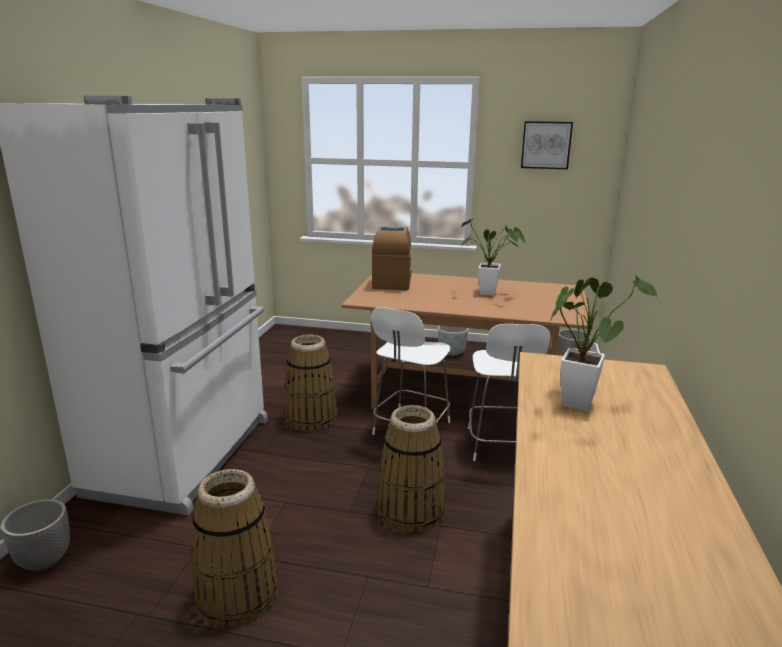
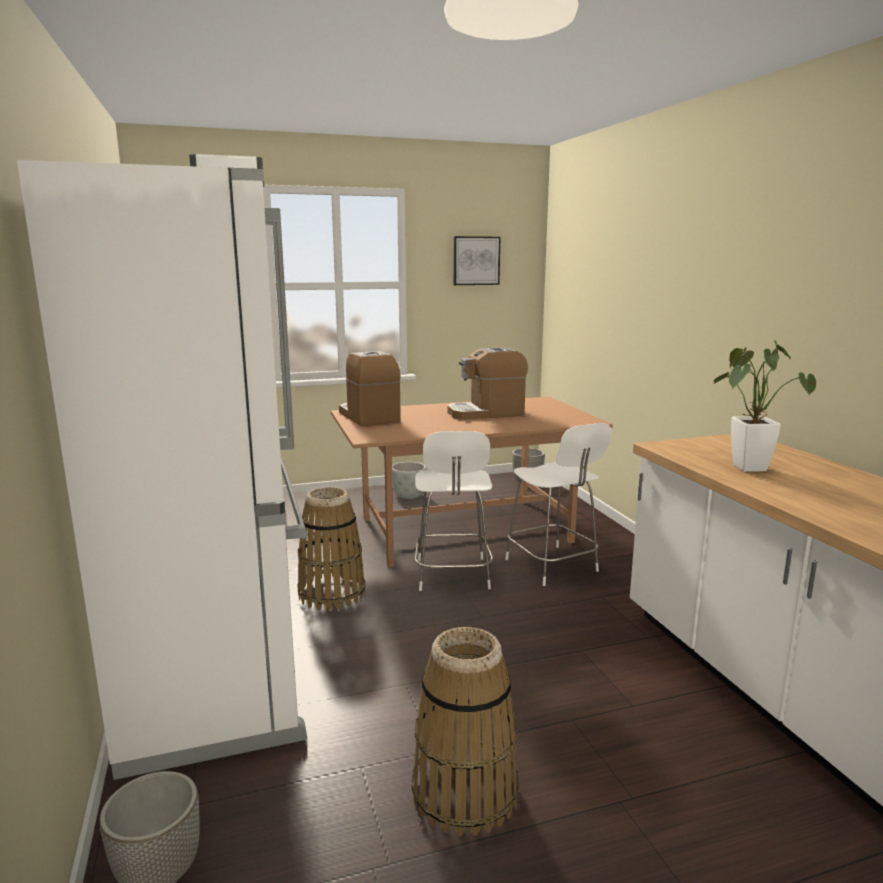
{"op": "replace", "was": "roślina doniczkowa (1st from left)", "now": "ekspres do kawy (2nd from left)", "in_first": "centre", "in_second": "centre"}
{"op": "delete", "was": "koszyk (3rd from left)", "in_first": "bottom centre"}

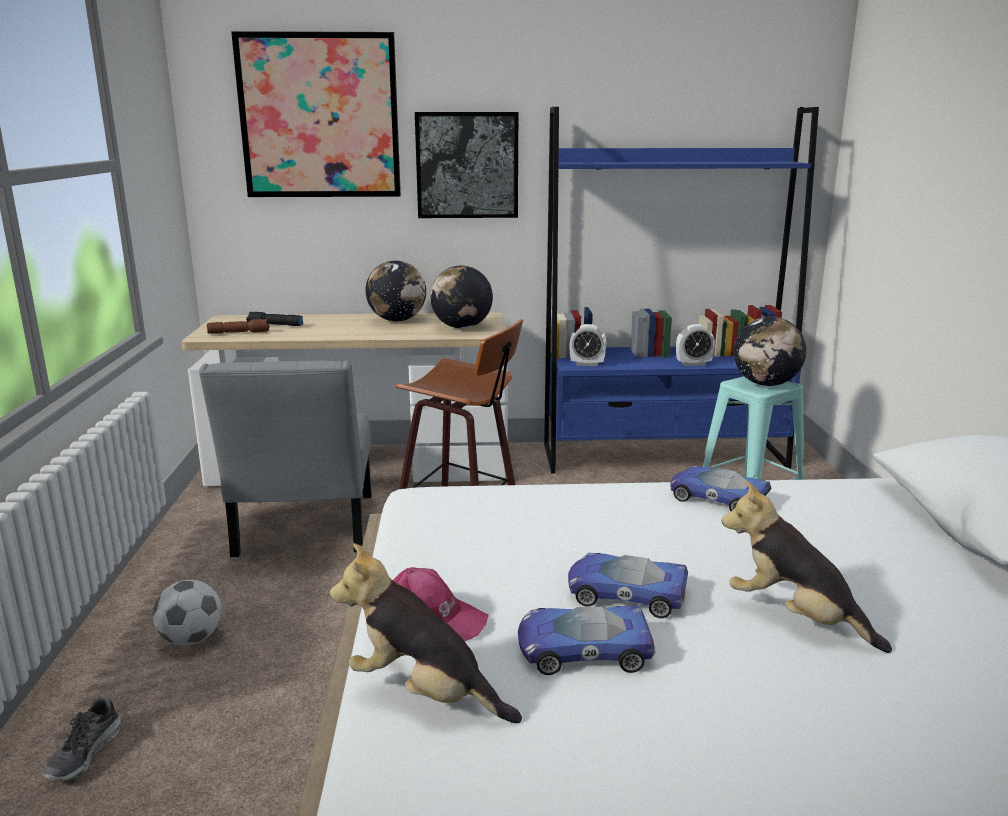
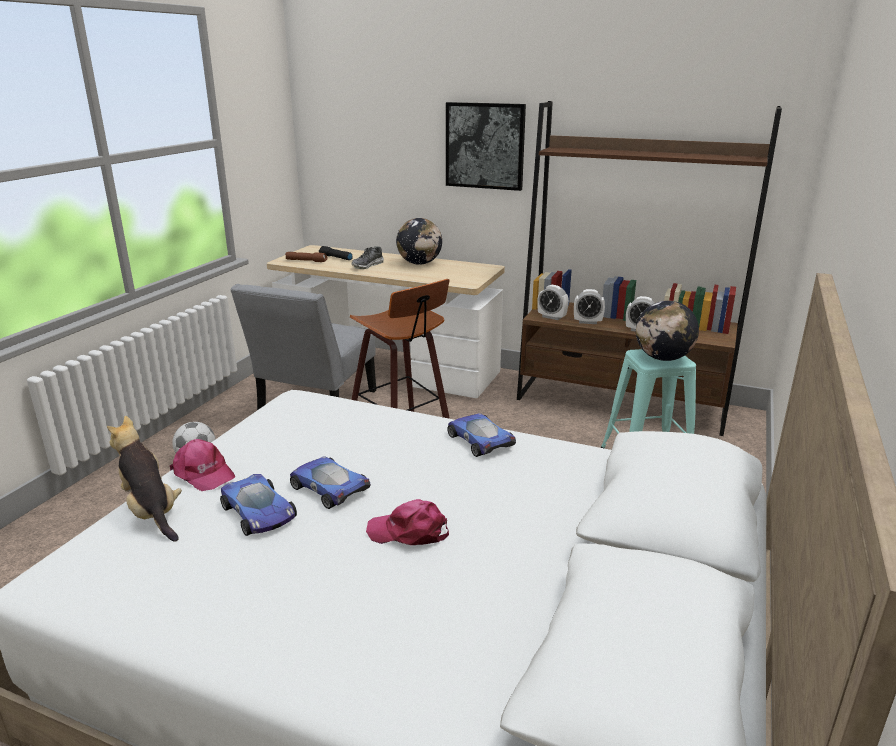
{"op": "rotate", "was": "samochodzik (1st from left)", "in_first": "bottom centre", "in_second": "bottom left", "clockwise": -150}
{"op": "move", "was": "but", "in_first": "bottom left", "in_second": "centre"}
{"op": "replace", "was": "pluszak (2nd from left)", "now": "czapka z daszkiem [różowy] (2nd from left)", "in_first": "bottom right", "in_second": "bottom centre"}
{"op": "recolor", "was": "regał [niebieski]", "now": "regał [brązowy]", "in_first": "middle right", "in_second": "middle right"}
{"op": "insert", "now": "budzik (2nd from left)", "in_second": "centre"}
{"op": "delete", "was": "obraz (1st from left)", "in_first": "top left"}
{"op": "delete", "was": "globus (2nd from left)", "in_first": "centre"}

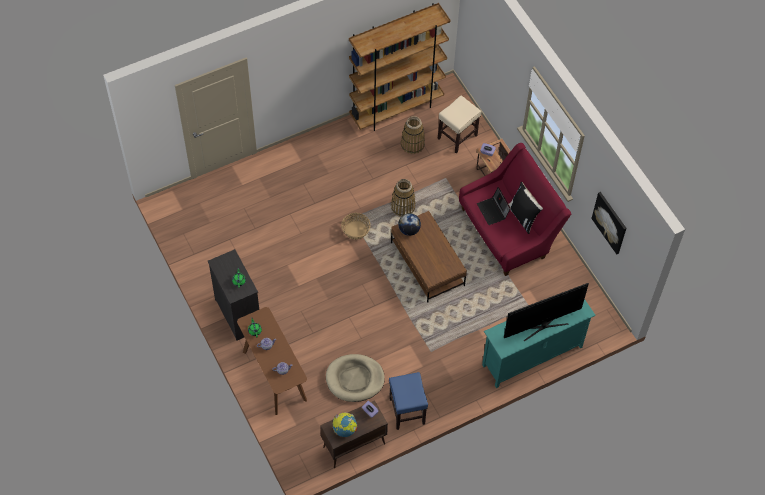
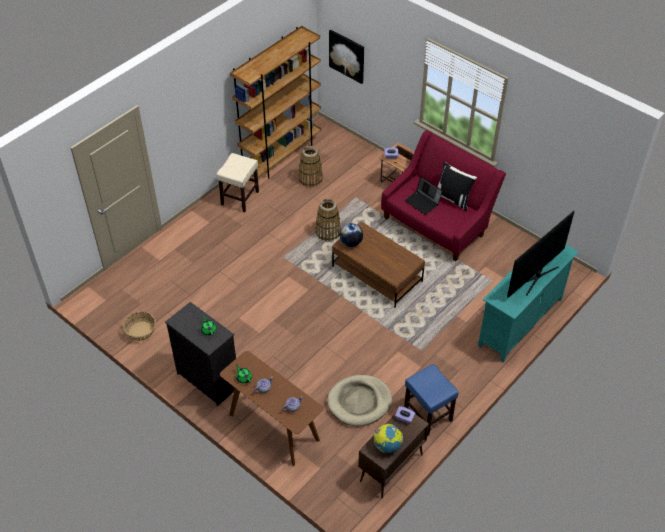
{"op": "move", "was": "koszyk (1st from left)", "in_first": "centre", "in_second": "middle left"}
{"op": "move", "was": "stołek [beżowy]", "in_first": "top centre", "in_second": "centre"}
{"op": "move", "was": "obraz", "in_first": "middle right", "in_second": "top centre"}

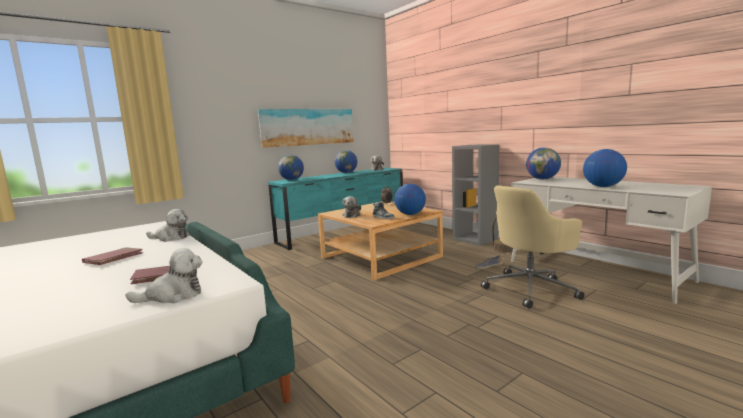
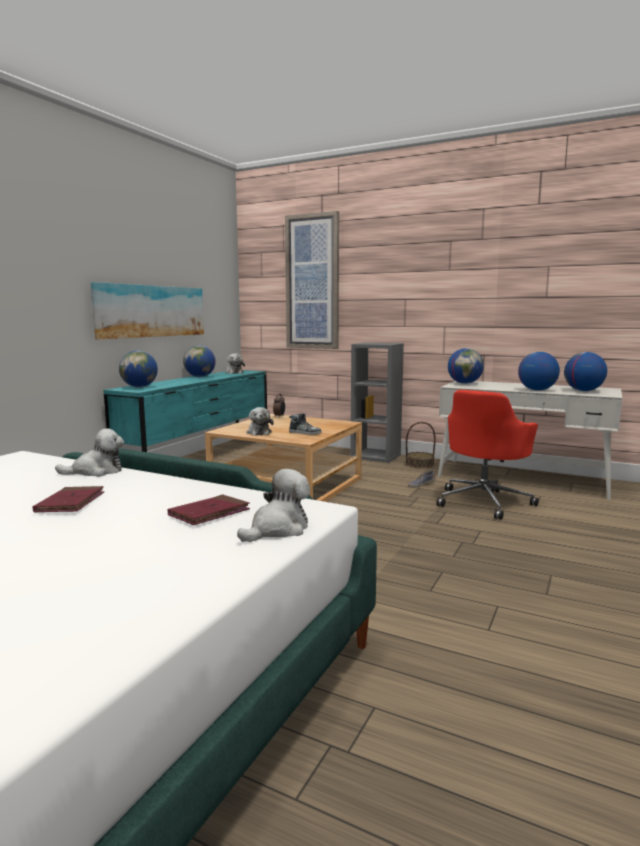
{"op": "insert", "now": "obraz (2nd from left)", "in_second": "top centre"}
{"op": "recolor", "was": "krzesło biurowe [beżowy]", "now": "krzesło biurowe [czerwony]", "in_first": "middle right", "in_second": "middle right"}
{"op": "move", "was": "globus (3rd from left in the first image)", "now": "globus (5th from left)", "in_first": "centre", "in_second": "middle right"}

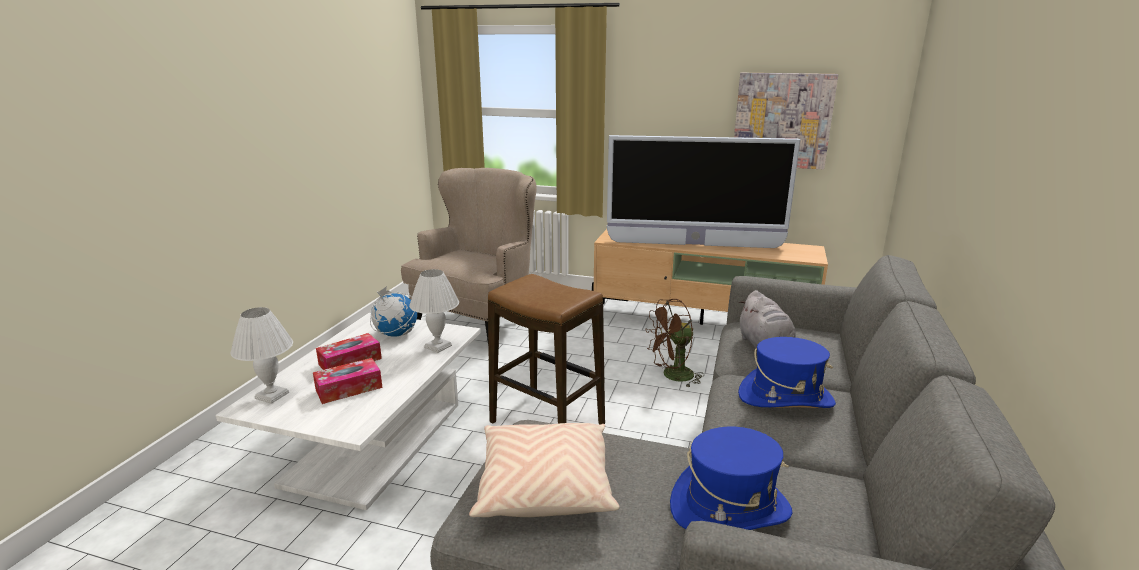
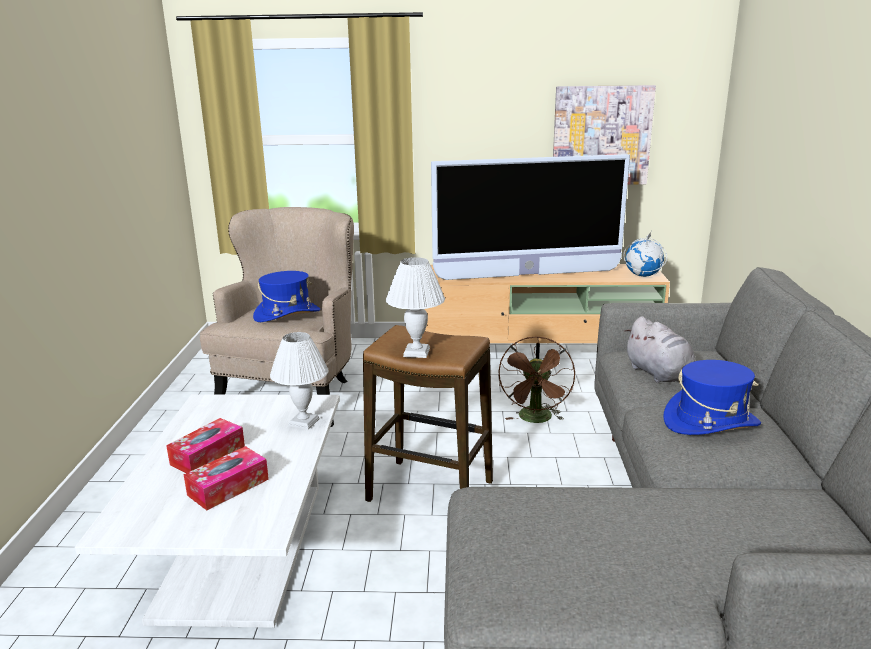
{"op": "move", "was": "kapelusz [niebieski] (1st from left)", "in_first": "bottom centre", "in_second": "middle left"}
{"op": "move", "was": "lampa stołowa [biały] (1st from left in the first image)", "now": "lampa stołowa [biały] (2nd from left)", "in_first": "middle left", "in_second": "centre"}
{"op": "rotate", "was": "wentylator [brązowy]", "in_first": "centre", "in_second": "centre", "clockwise": -45}
{"op": "move", "was": "globus", "in_first": "centre", "in_second": "middle right"}
{"op": "delete", "was": "poduszka [beżowy]", "in_first": "bottom centre"}

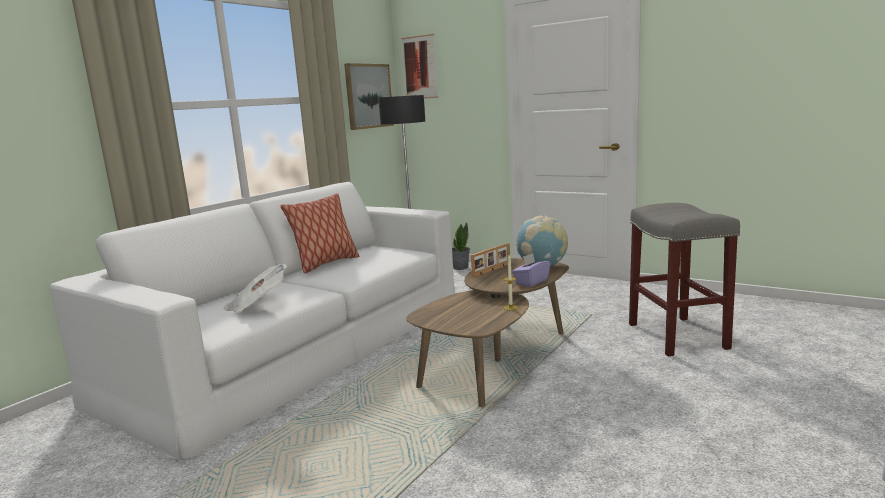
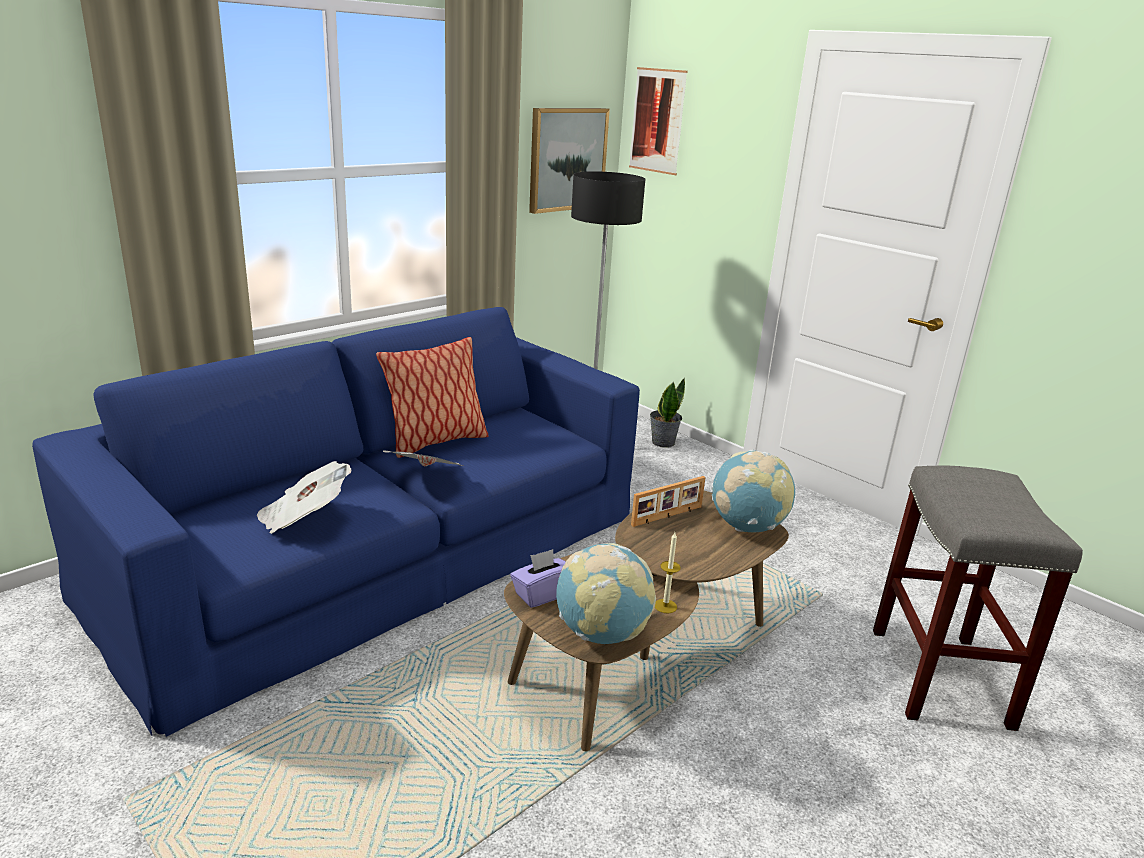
{"op": "recolor", "was": "kanapa [biały]", "now": "kanapa [niebieski]", "in_first": "middle left", "in_second": "middle left"}
{"op": "insert", "now": "gazeta (2nd from left)", "in_second": "centre"}
{"op": "move", "was": "pudełko chusteczek [fioletowy]", "in_first": "centre", "in_second": "bottom centre"}
{"op": "insert", "now": "globus (1st from left)", "in_second": "bottom centre"}

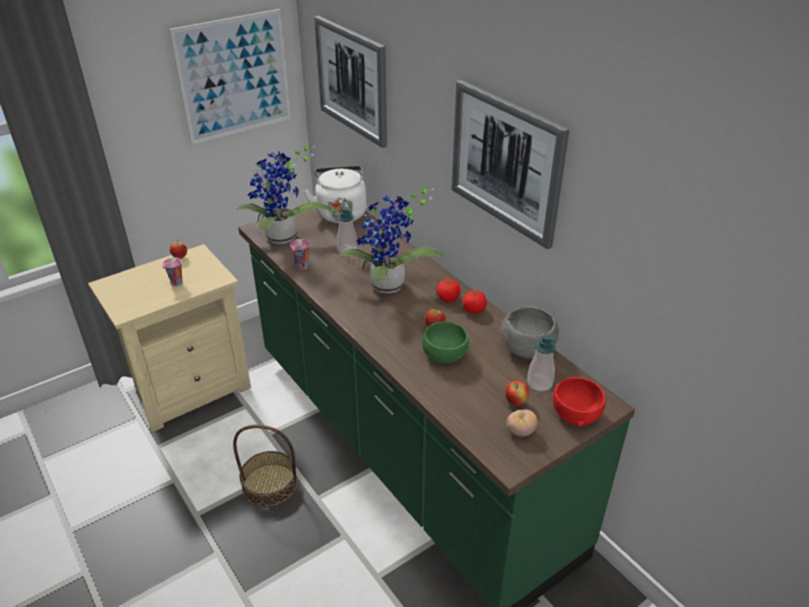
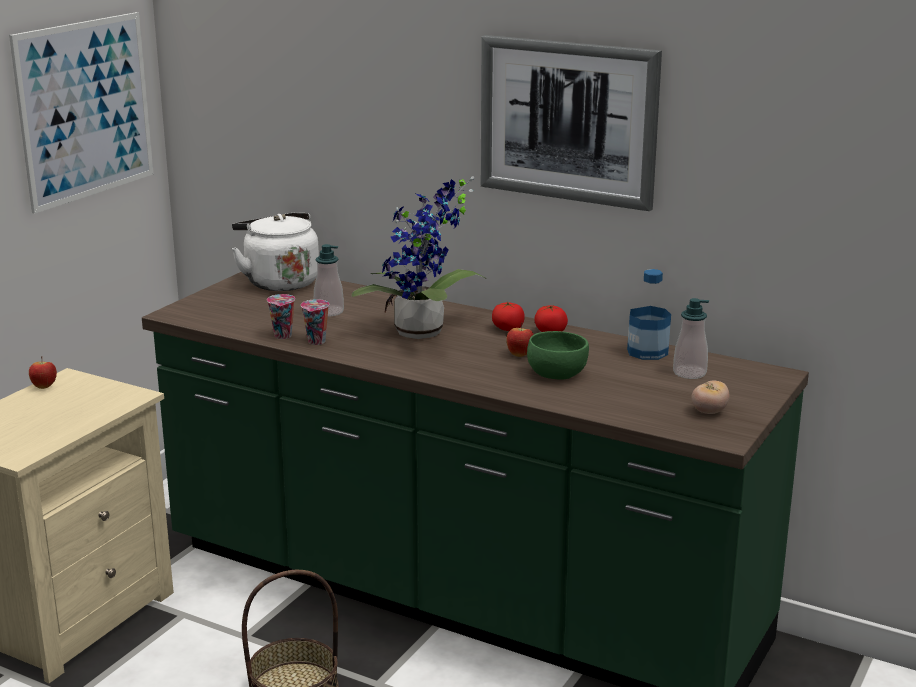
{"op": "move", "was": "filiżanka (1st from left in the first image)", "now": "filiżanka (2nd from left)", "in_first": "middle left", "in_second": "centre"}
{"op": "replace", "was": "miska [szary]", "now": "butelka", "in_first": "centre", "in_second": "middle right"}
{"op": "delete", "was": "roślina doniczkowa (1st from left)", "in_first": "top centre"}
{"op": "delete", "was": "obraz (2nd from left)", "in_first": "top centre"}
{"op": "delete", "was": "jabłko (3rd from left)", "in_first": "centre"}
{"op": "delete", "was": "miska [czerwony]", "in_first": "middle right"}

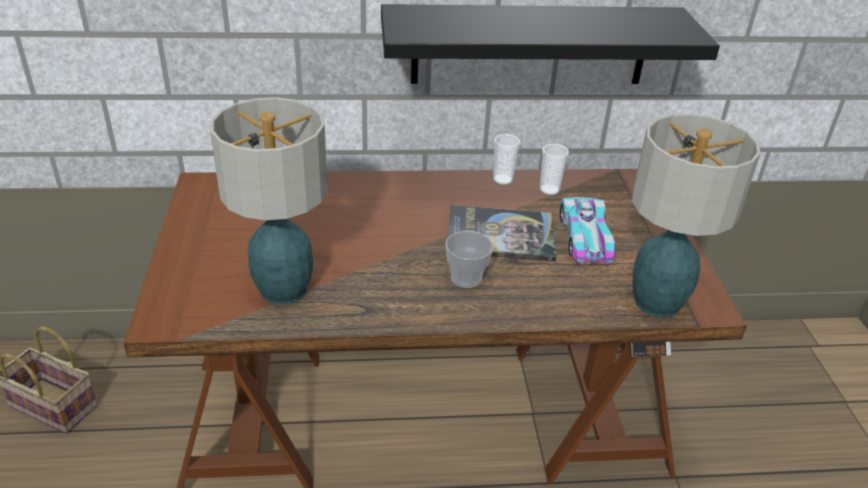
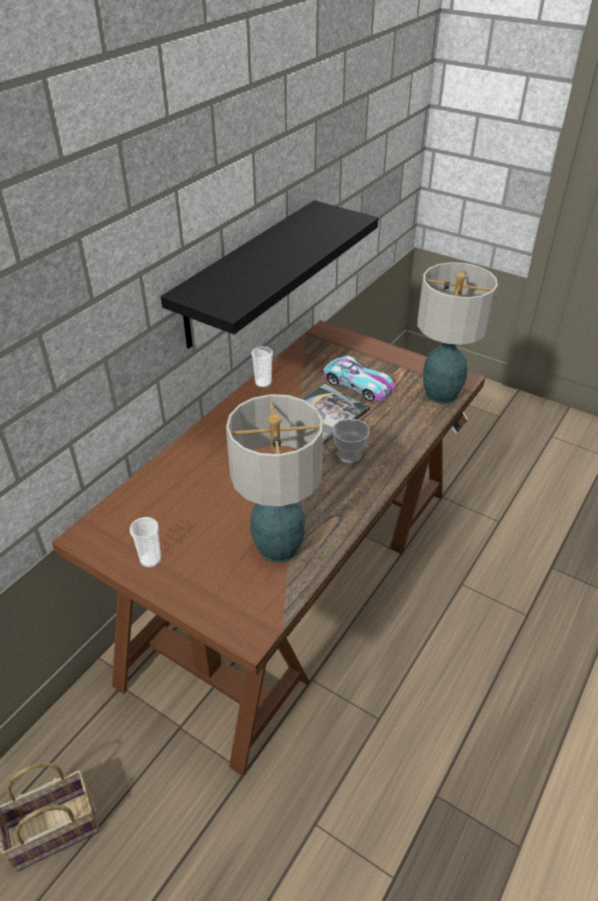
{"op": "move", "was": "filiżanka (3rd from left in the first image)", "now": "filiżanka (1st from left)", "in_first": "centre", "in_second": "middle left"}

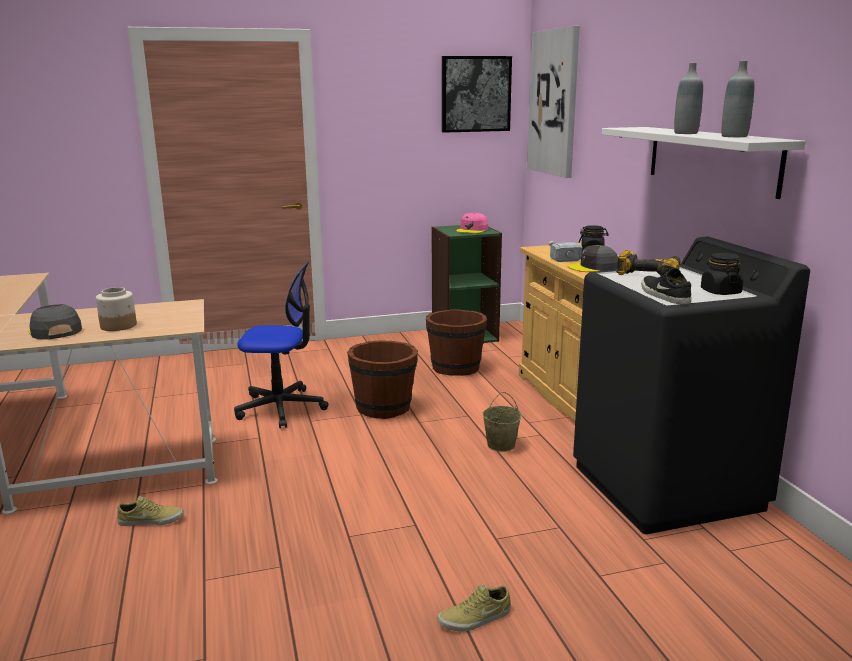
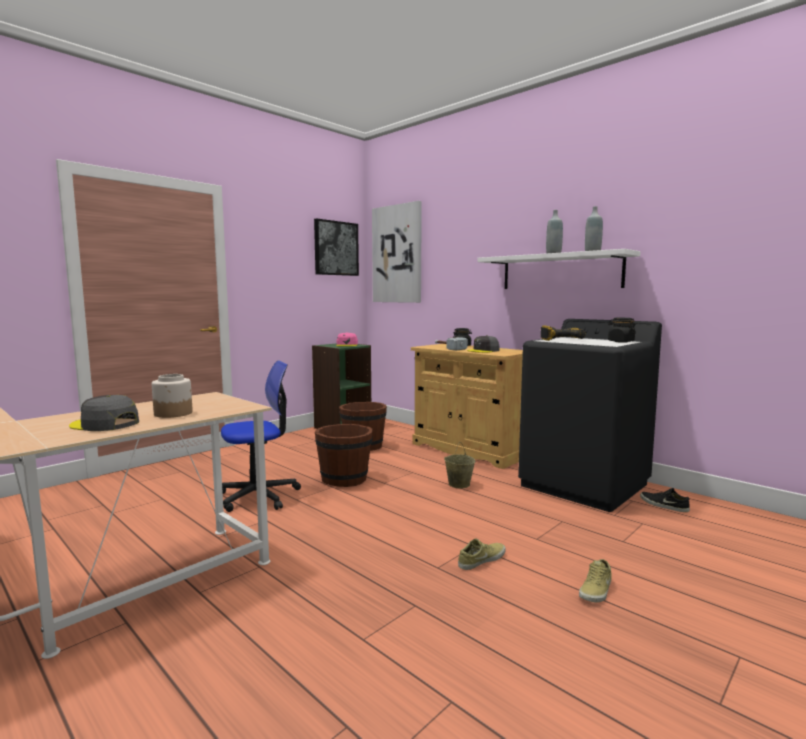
{"op": "move", "was": "but [beżowy] (1st from left)", "in_first": "bottom left", "in_second": "bottom centre"}
{"op": "move", "was": "but [czarny]", "in_first": "middle right", "in_second": "bottom right"}

